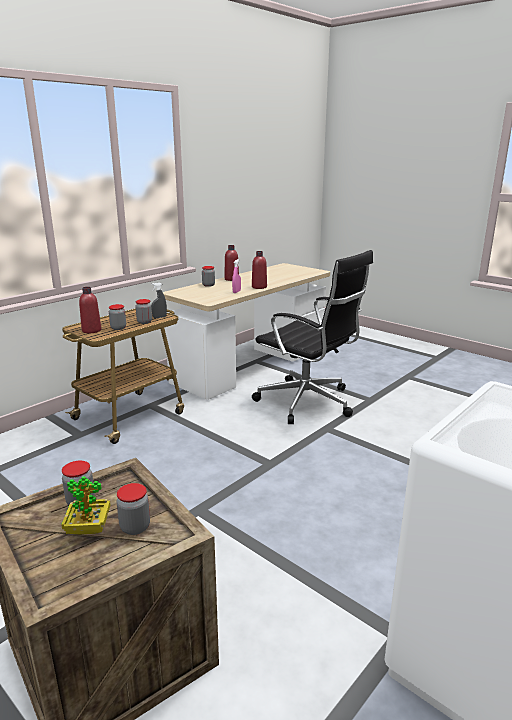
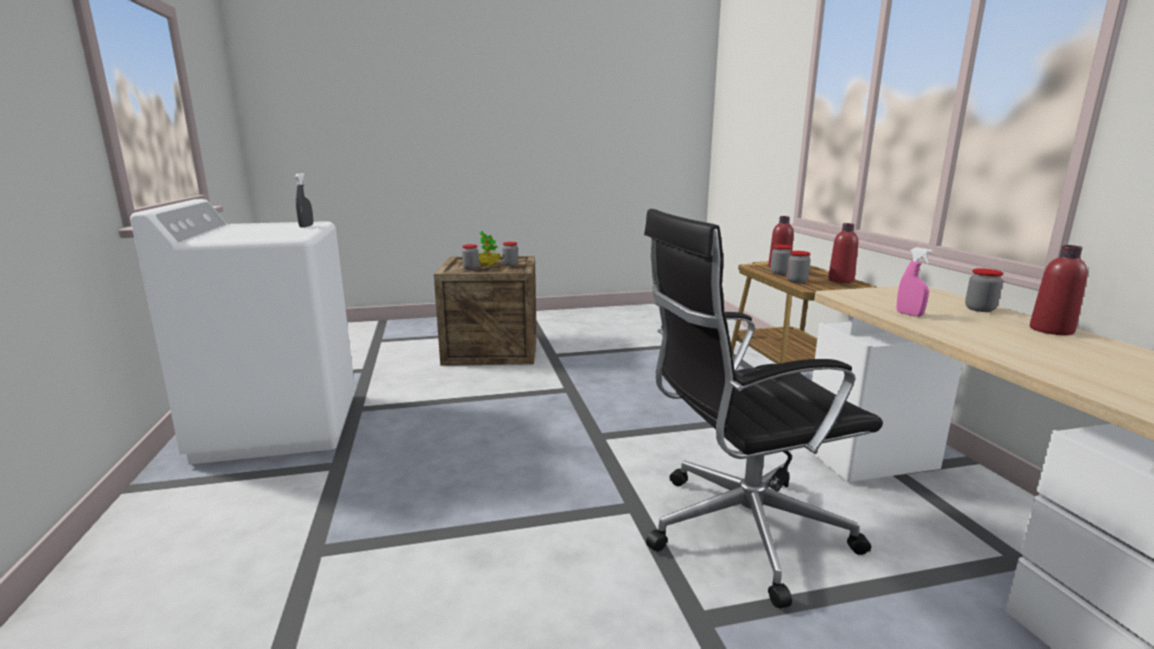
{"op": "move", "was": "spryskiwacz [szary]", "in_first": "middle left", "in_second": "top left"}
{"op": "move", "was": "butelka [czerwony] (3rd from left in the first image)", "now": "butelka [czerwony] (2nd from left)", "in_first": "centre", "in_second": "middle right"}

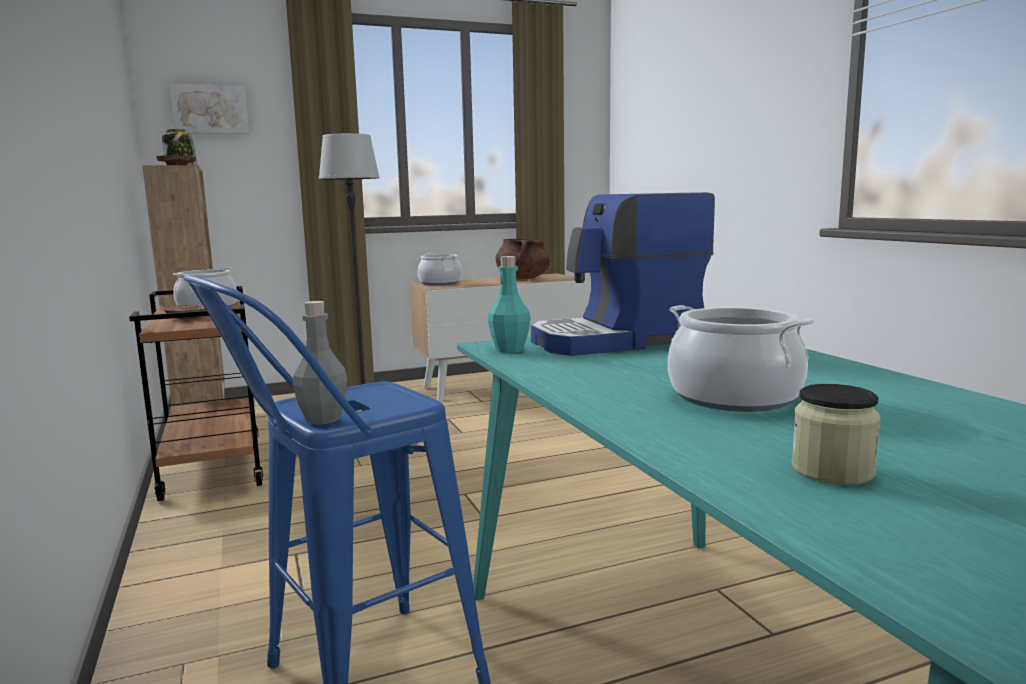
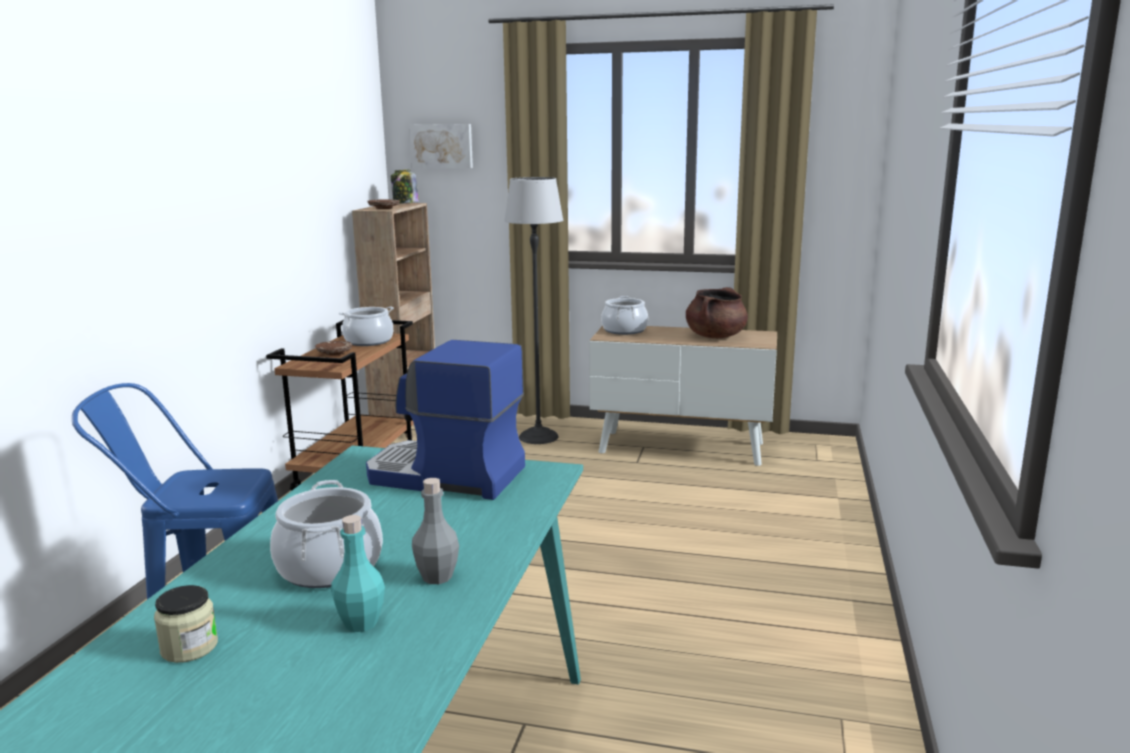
{"op": "move", "was": "butelka [turkusowy]", "in_first": "centre", "in_second": "bottom left"}
{"op": "move", "was": "butelka [szary]", "in_first": "middle left", "in_second": "bottom centre"}

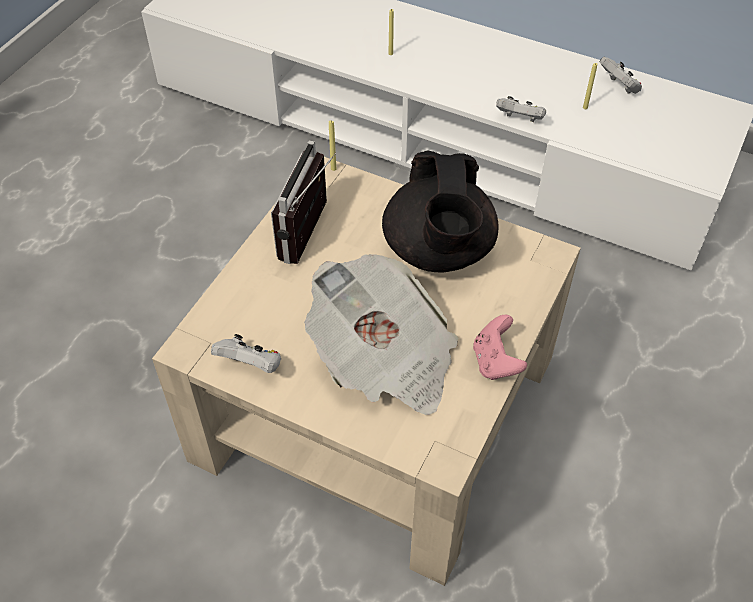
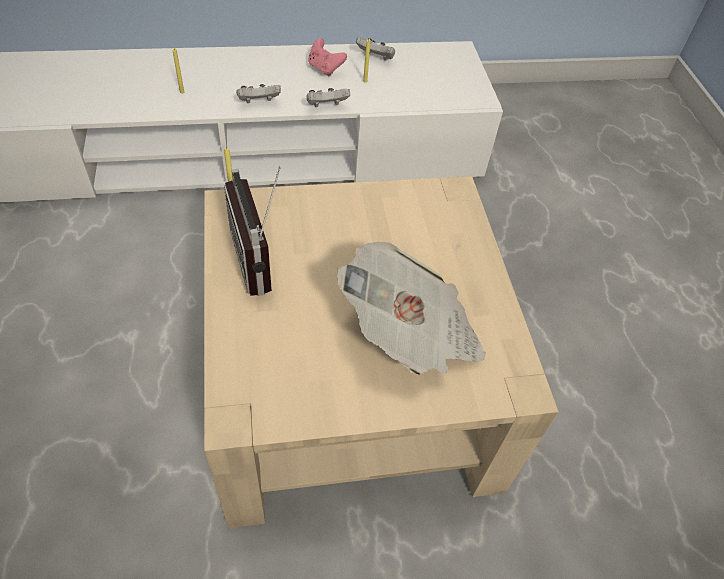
{"op": "move", "was": "pad do gier [biały] (1st from left)", "in_first": "middle left", "in_second": "top centre"}
{"op": "move", "was": "pad do gier [różowy]", "in_first": "centre", "in_second": "top centre"}
{"op": "delete", "was": "imbryk [czarny]", "in_first": "centre"}

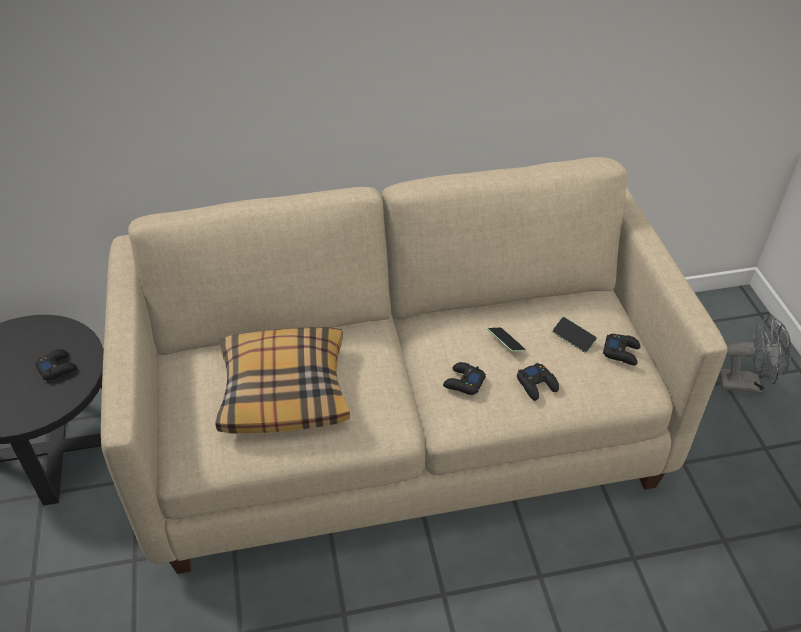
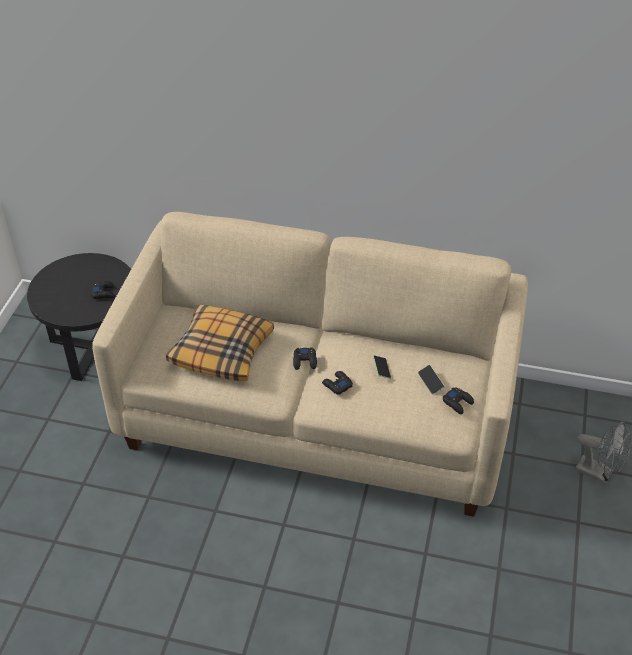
{"op": "move", "was": "pad do gier [czarny] (3rd from left in the first image)", "now": "pad do gier [czarny] (2nd from left)", "in_first": "middle right", "in_second": "centre"}

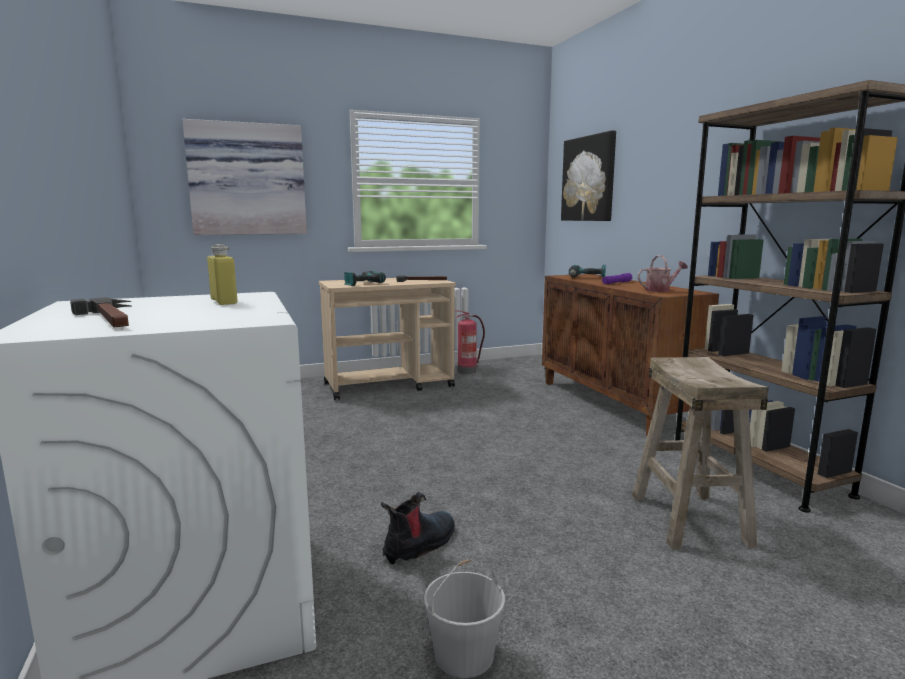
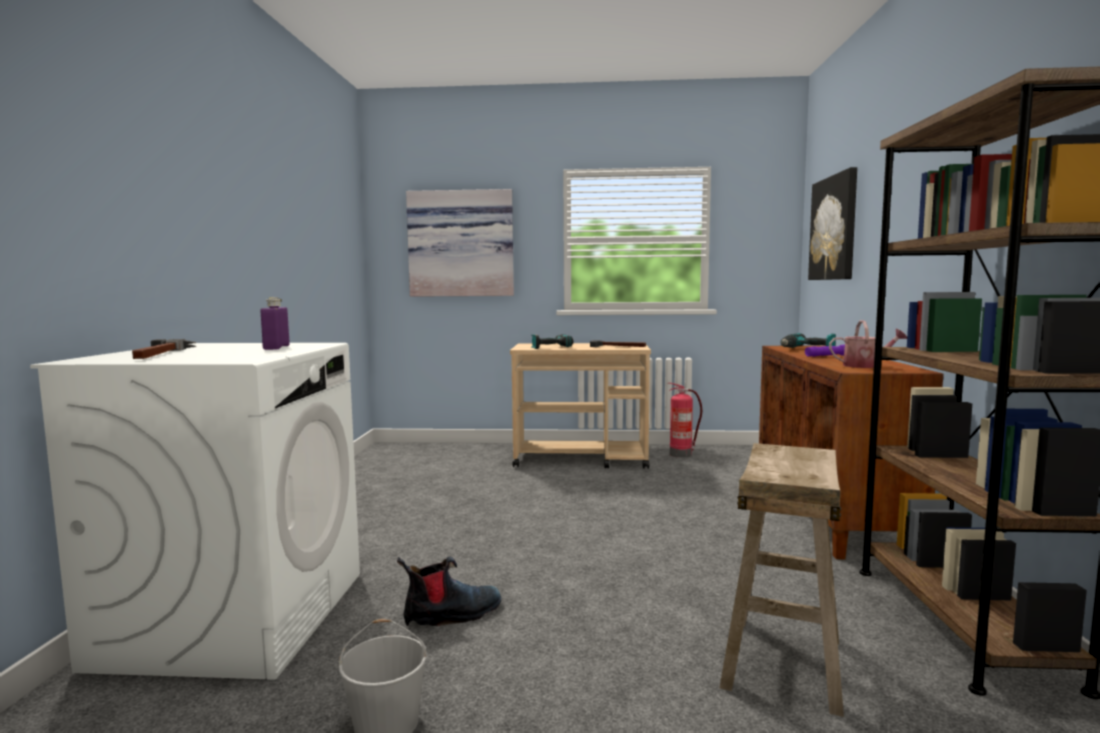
{"op": "recolor", "was": "butelka [żółty]", "now": "butelka [fioletowy]", "in_first": "middle left", "in_second": "middle left"}

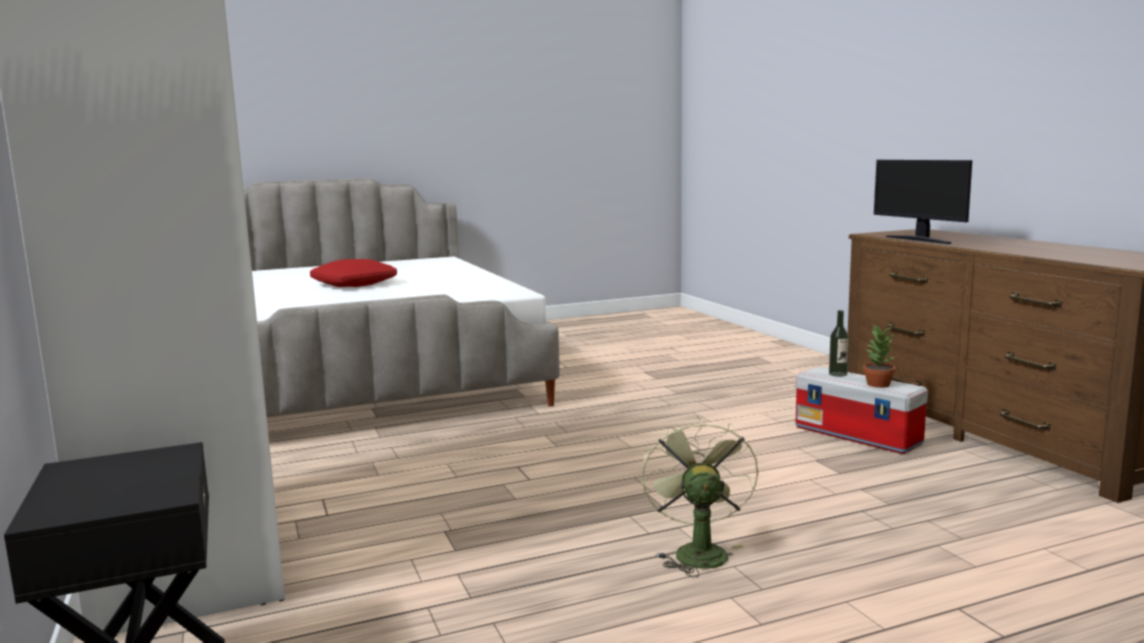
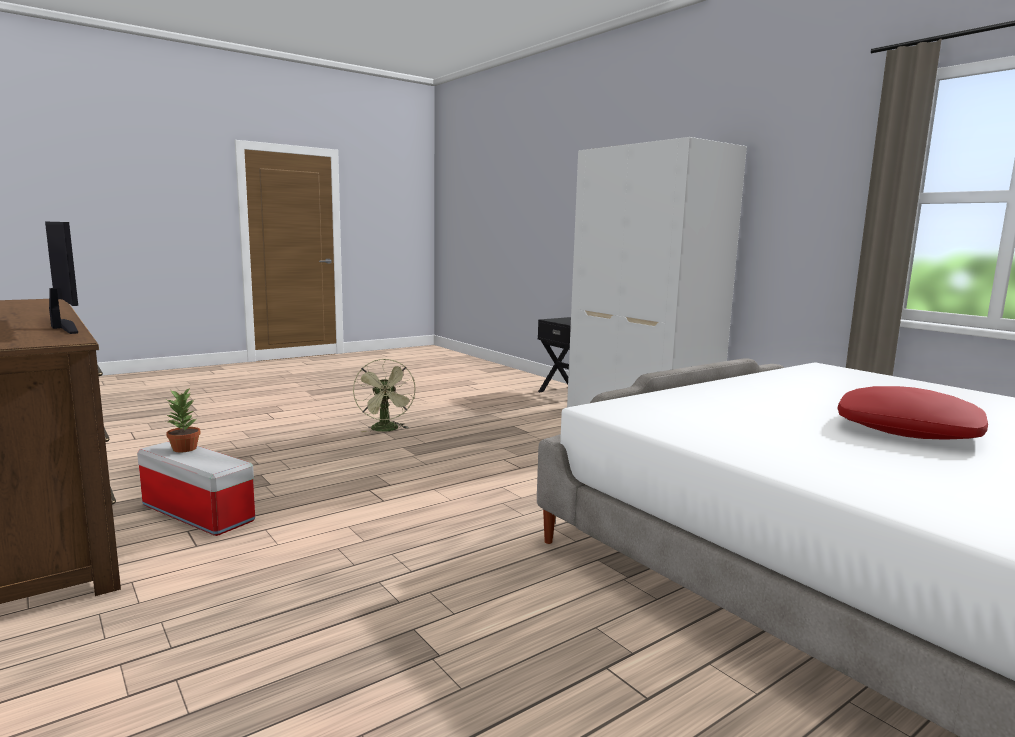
{"op": "delete", "was": "butelka", "in_first": "middle right"}

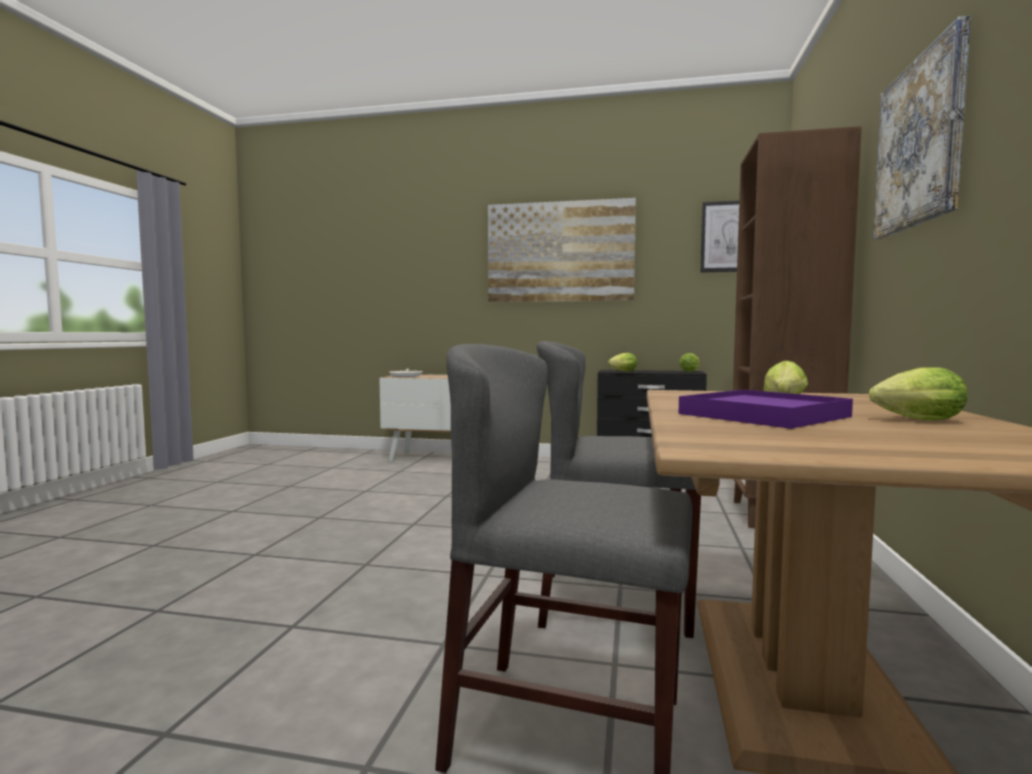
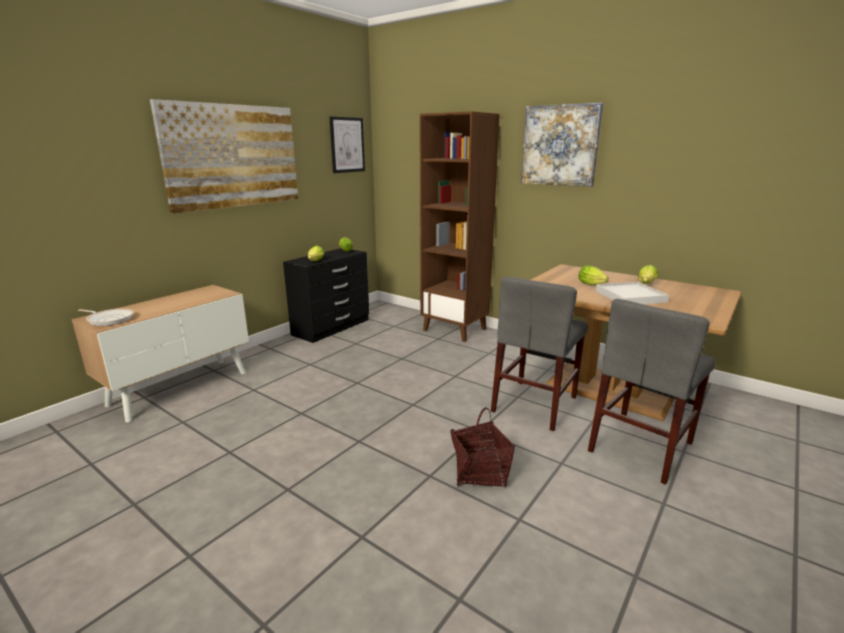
{"op": "insert", "now": "koszyk", "in_second": "bottom centre"}
{"op": "recolor", "was": "taca [fioletowy]", "now": "taca [biały]", "in_first": "middle right", "in_second": "middle right"}

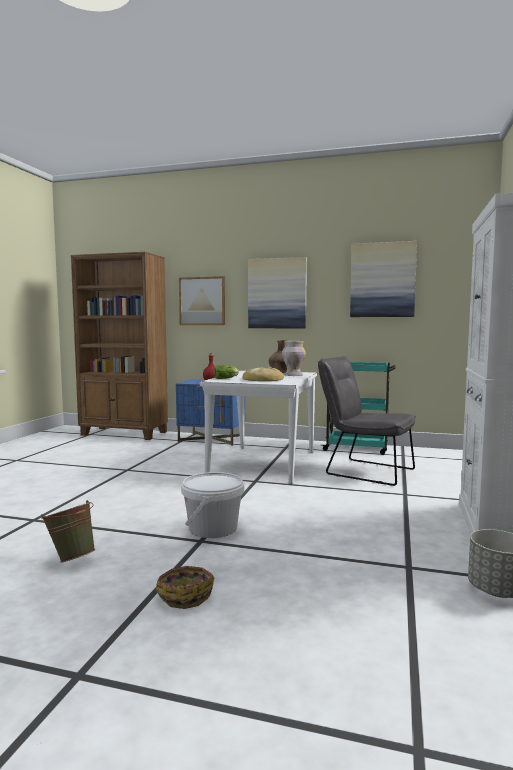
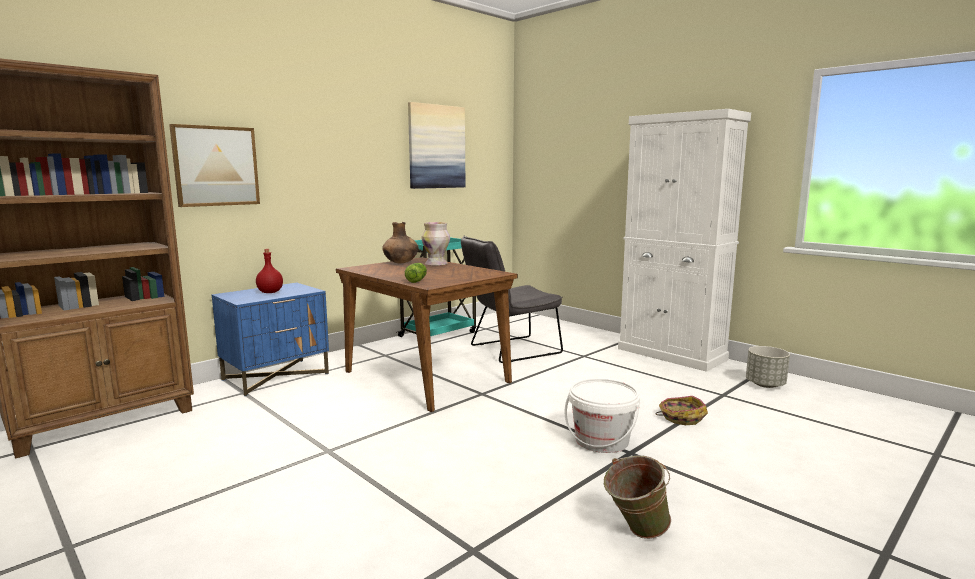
{"op": "recolor", "was": "stół jadalny [biały]", "now": "stół jadalny [brązowy]", "in_first": "centre", "in_second": "centre"}
{"op": "move", "was": "koszyk", "in_first": "bottom centre", "in_second": "bottom right"}
{"op": "delete", "was": "chleb", "in_first": "centre"}
{"op": "delete", "was": "obraz (2nd from left)", "in_first": "centre"}

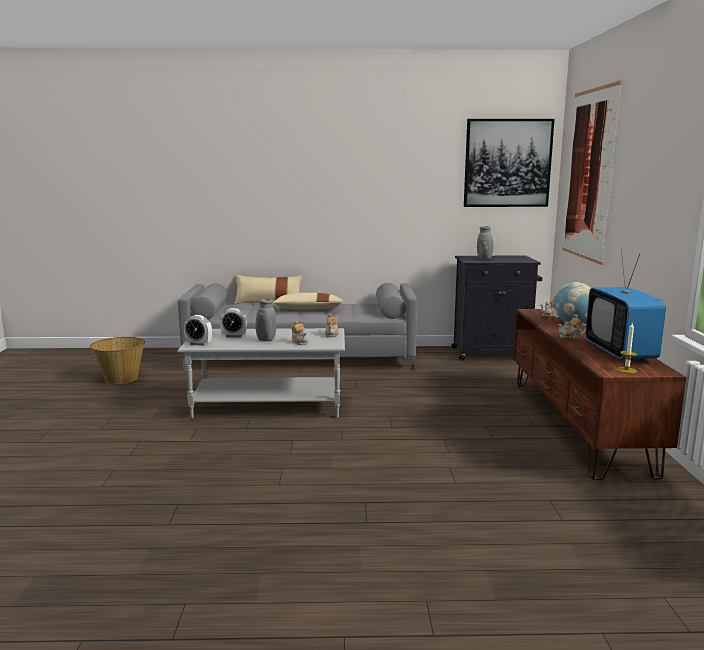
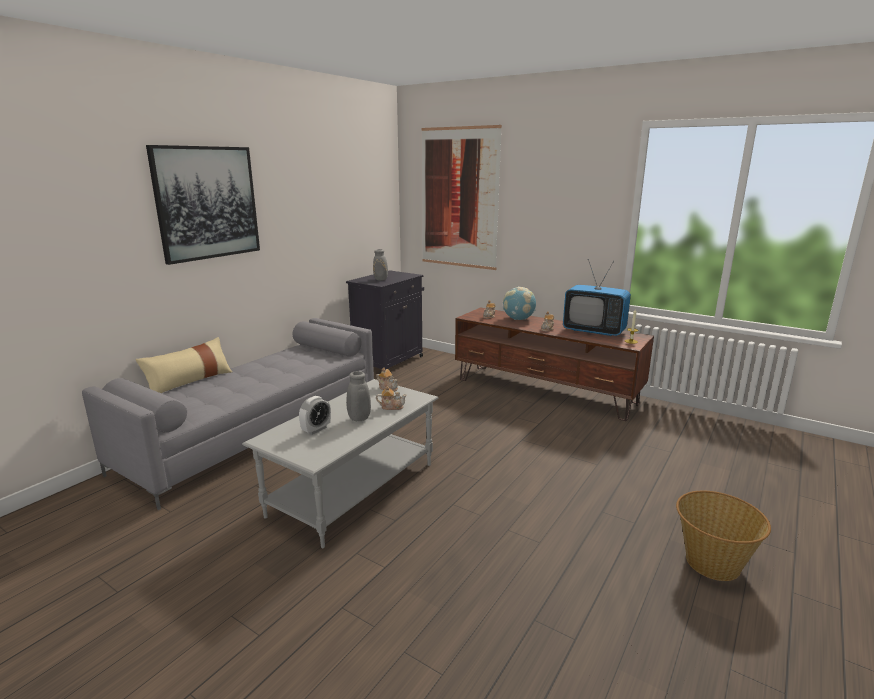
{"op": "move", "was": "obraz (1st from left)", "in_first": "top right", "in_second": "top left"}
{"op": "move", "was": "koszyk", "in_first": "middle left", "in_second": "bottom right"}
{"op": "delete", "was": "budzik (1st from left)", "in_first": "middle left"}
{"op": "delete", "was": "poduszka [beżowy] (2nd from left)", "in_first": "centre"}

